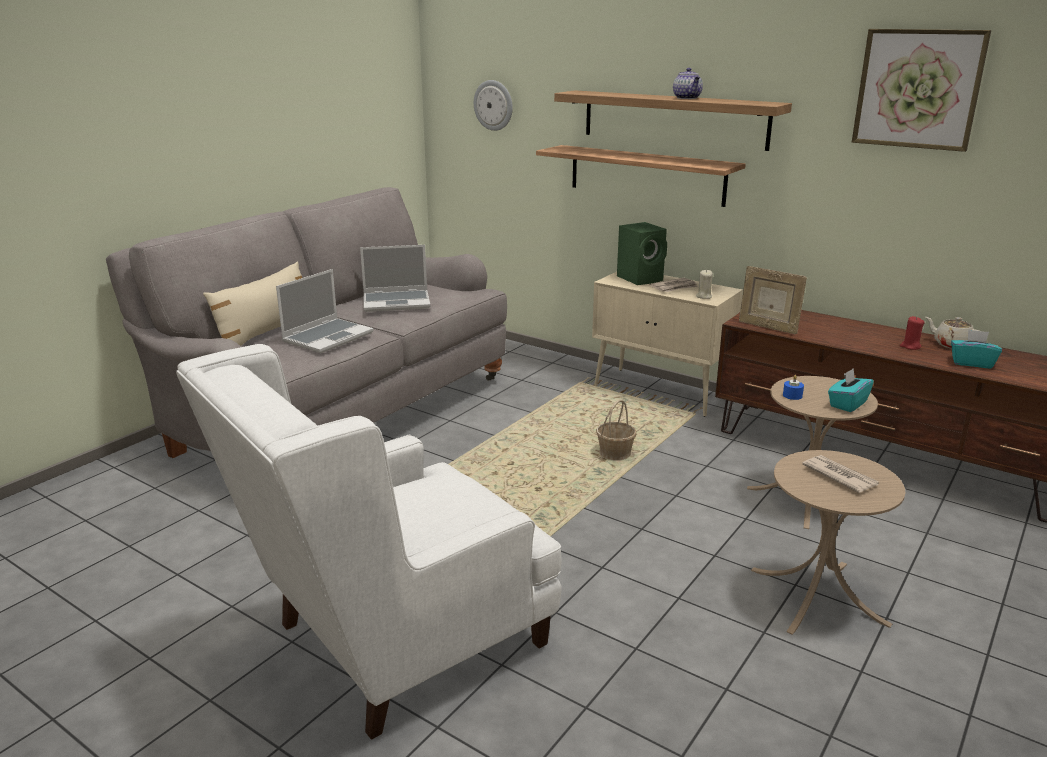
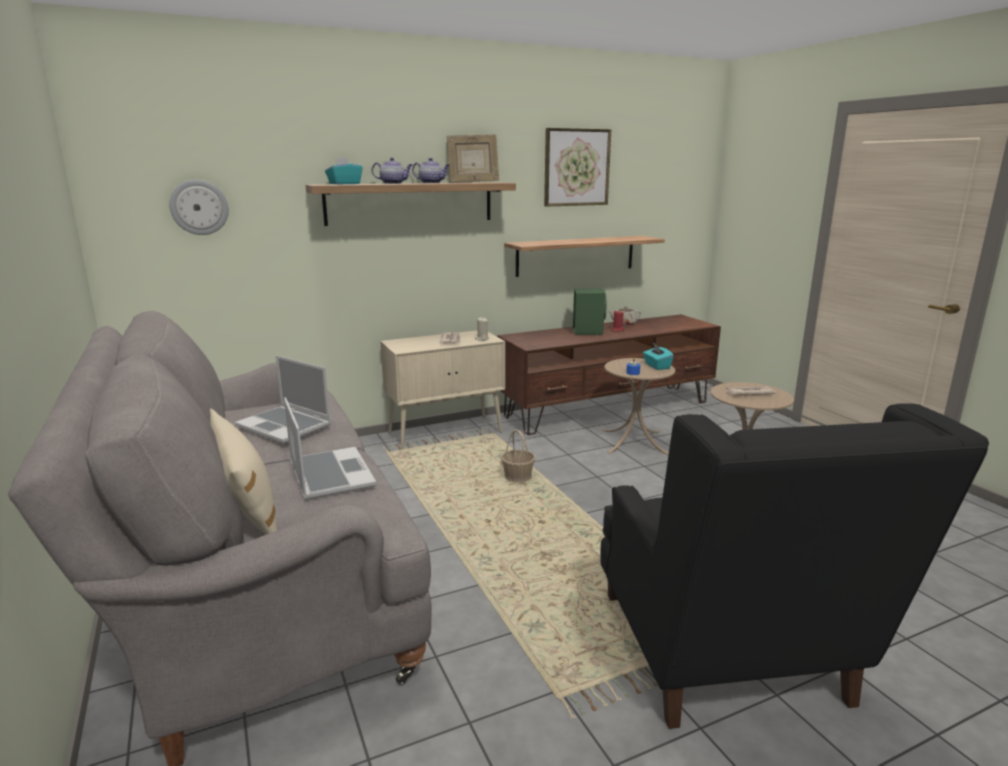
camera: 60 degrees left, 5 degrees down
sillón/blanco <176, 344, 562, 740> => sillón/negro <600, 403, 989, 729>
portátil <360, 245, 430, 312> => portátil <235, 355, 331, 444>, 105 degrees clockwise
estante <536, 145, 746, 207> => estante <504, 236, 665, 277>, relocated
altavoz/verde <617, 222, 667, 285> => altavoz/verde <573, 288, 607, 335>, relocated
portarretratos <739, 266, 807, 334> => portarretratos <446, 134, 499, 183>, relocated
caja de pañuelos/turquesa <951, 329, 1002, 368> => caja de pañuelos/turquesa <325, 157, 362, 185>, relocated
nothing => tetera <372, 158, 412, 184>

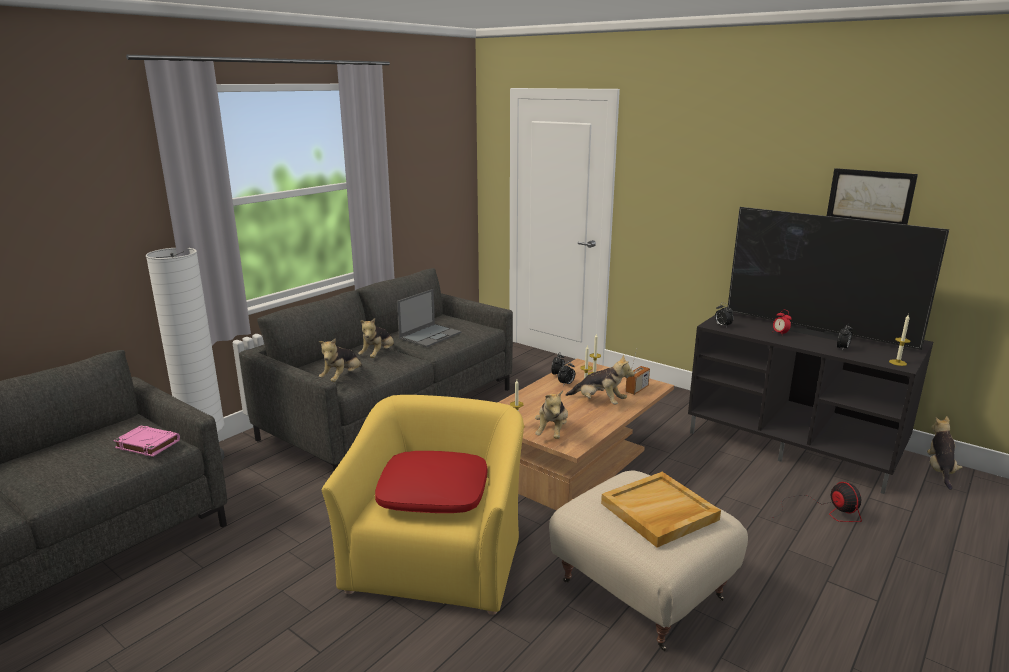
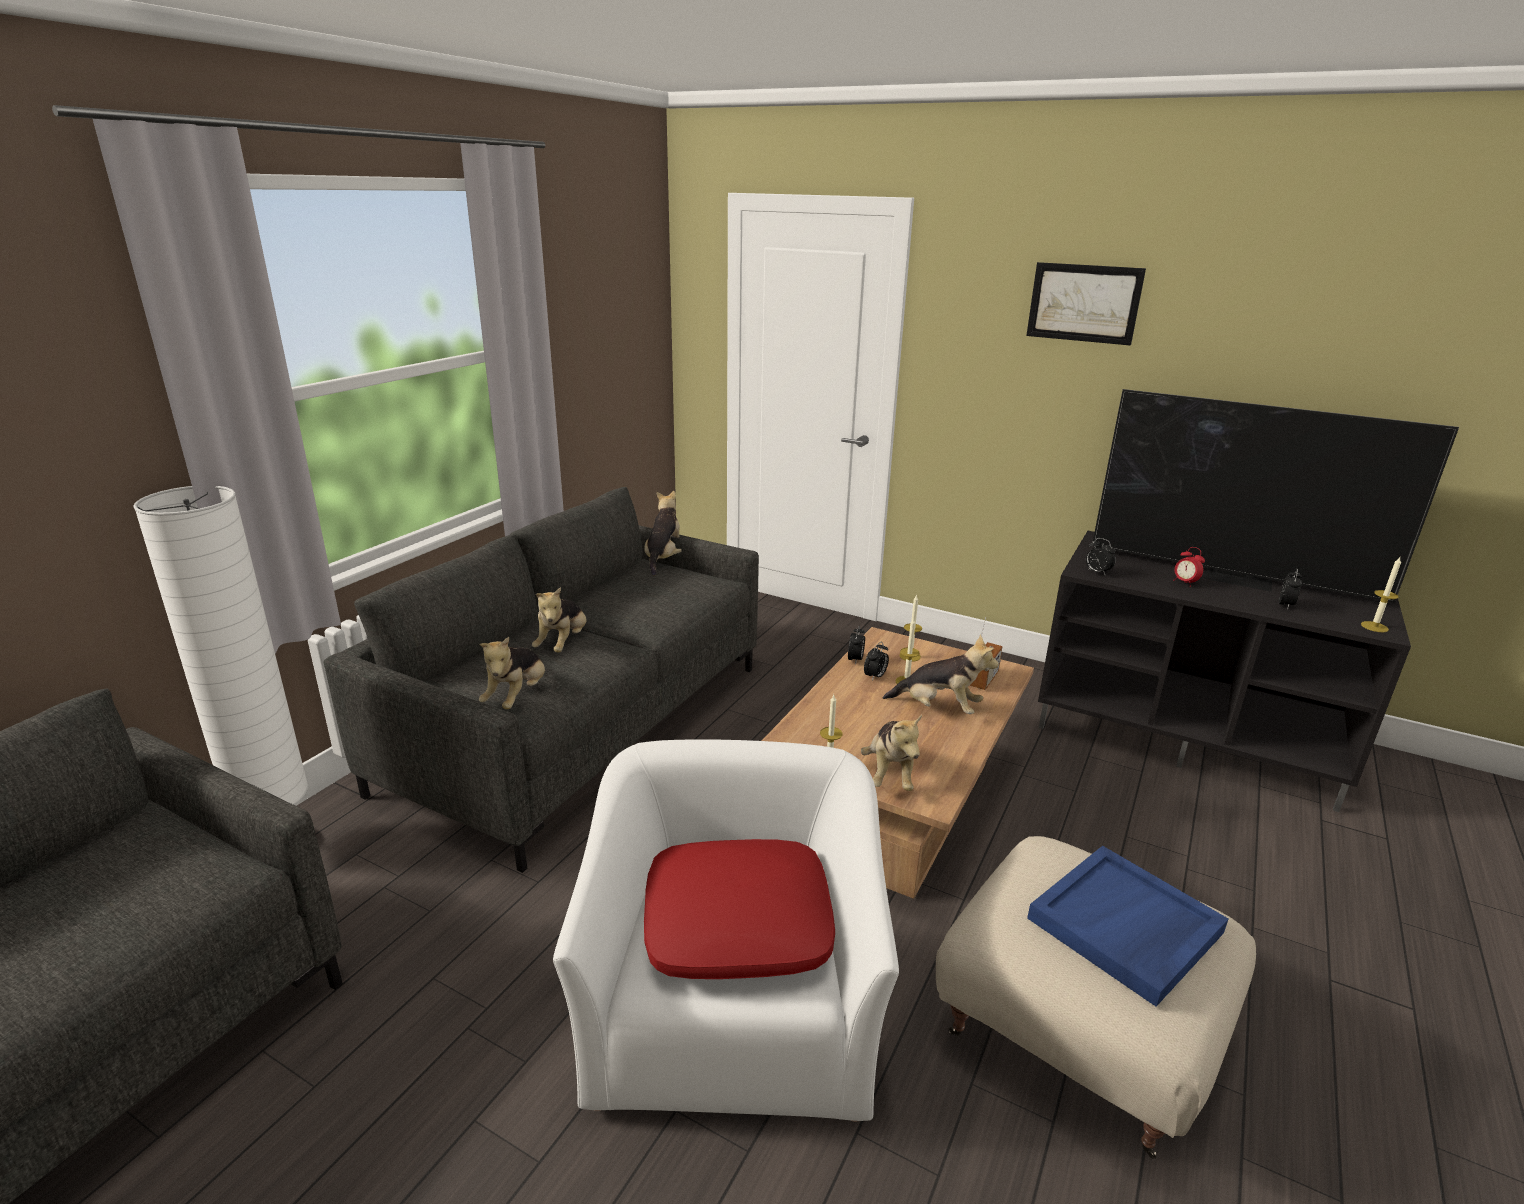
camera: 10 degrees left, 5 degrees up
libro/rosa <113, 425, 180, 457> => nothing
sillón/amarillo <322, 395, 524, 615> => sillón/blanco <553, 739, 899, 1122>
portátil <397, 289, 461, 347> => nothing
bandeja/beis <601, 472, 721, 548> => bandeja/azul <1027, 846, 1228, 1007>
ventilador <772, 482, 862, 522> => nothing
cuadro <827, 168, 918, 225> => cuadro <1026, 262, 1146, 346>, relocated
peluche <927, 416, 963, 490> => peluche <644, 491, 682, 576>, relocated

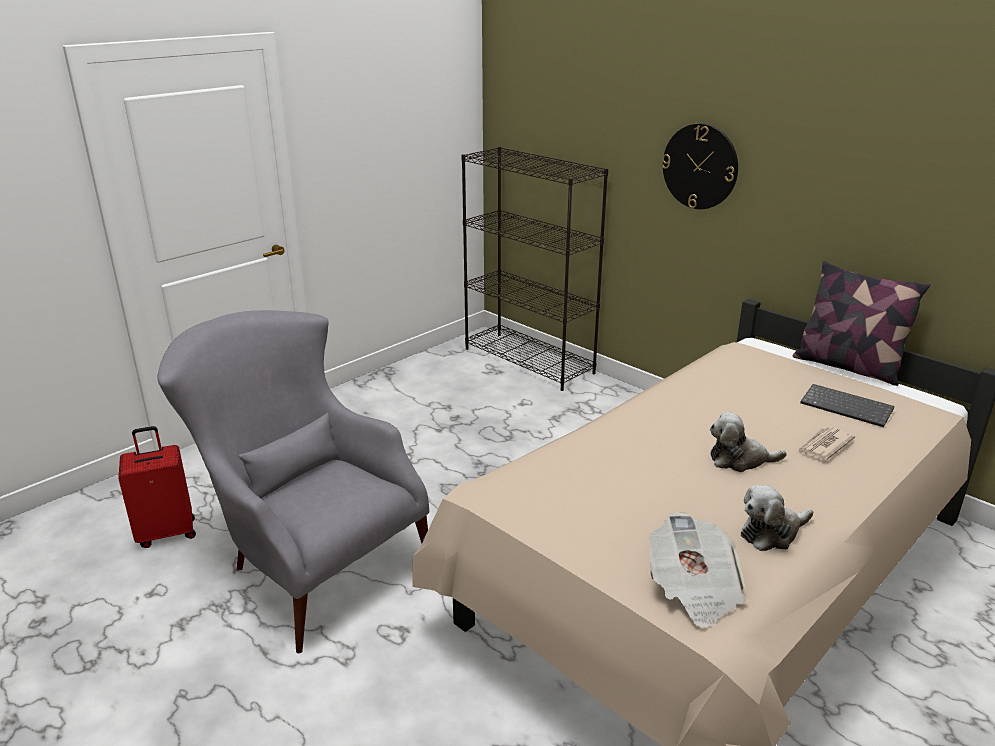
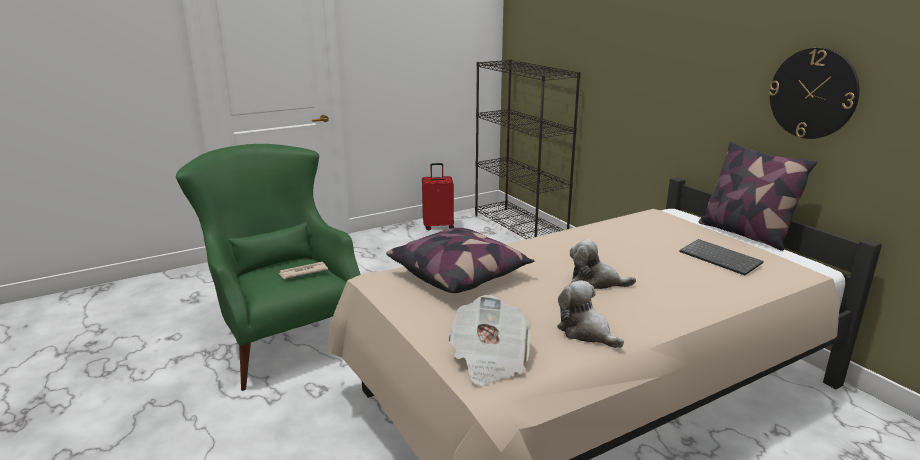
camera: 15 degrees right, 5 degrees down
maleta/rojo <118, 426, 196, 548> => maleta/rojo <422, 163, 454, 230>, relocated
sillón/gris <158, 310, 429, 653> => sillón/verde <176, 144, 361, 391>
reloj de pared <662, 123, 738, 209> => reloj de pared <769, 48, 860, 139>, relocated
peluche <741, 485, 813, 551> => peluche <557, 280, 624, 348>, 60 degrees clockwise
periódico <797, 427, 855, 460> => periódico <278, 262, 328, 279>, relocated
nothing => cojín <386, 228, 535, 293>

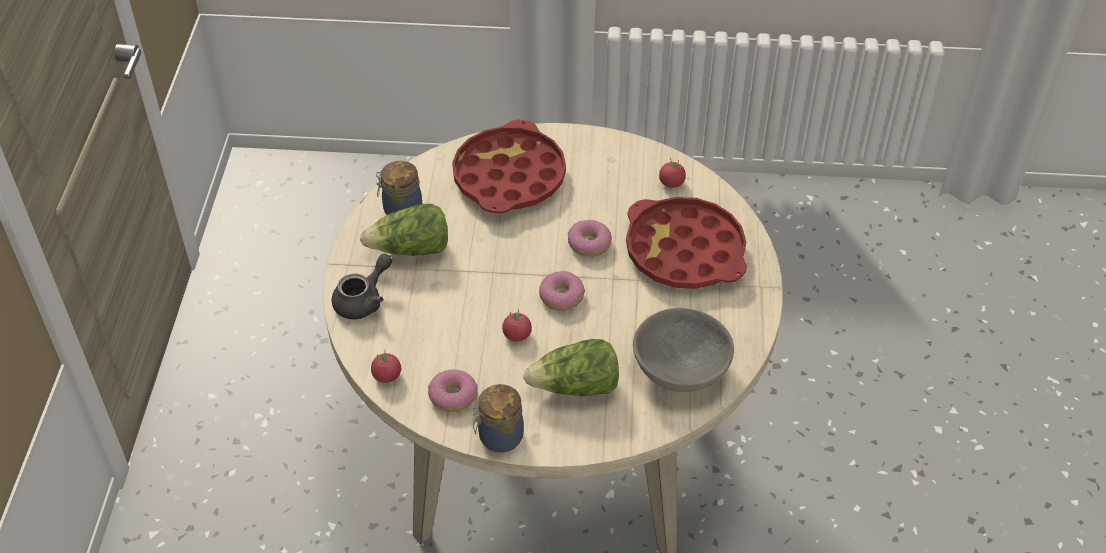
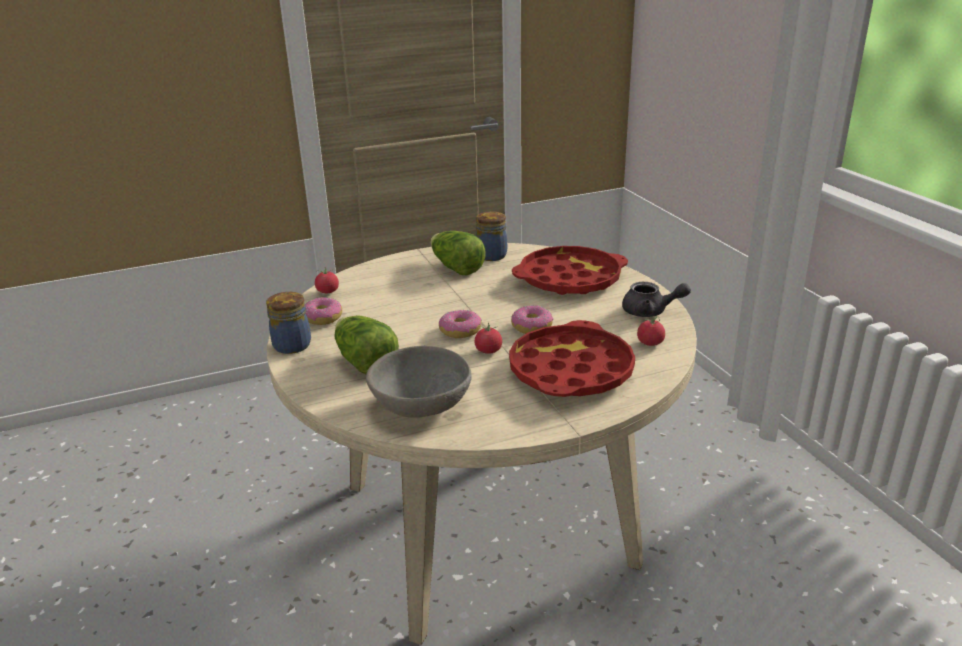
camera: 65 degrees right, 20 degrees down
tetera/gris <332, 254, 392, 319> => tetera/gris <622, 282, 691, 317>, relocated
tomate <502, 310, 532, 342> => tomate <475, 322, 502, 354>, relocated

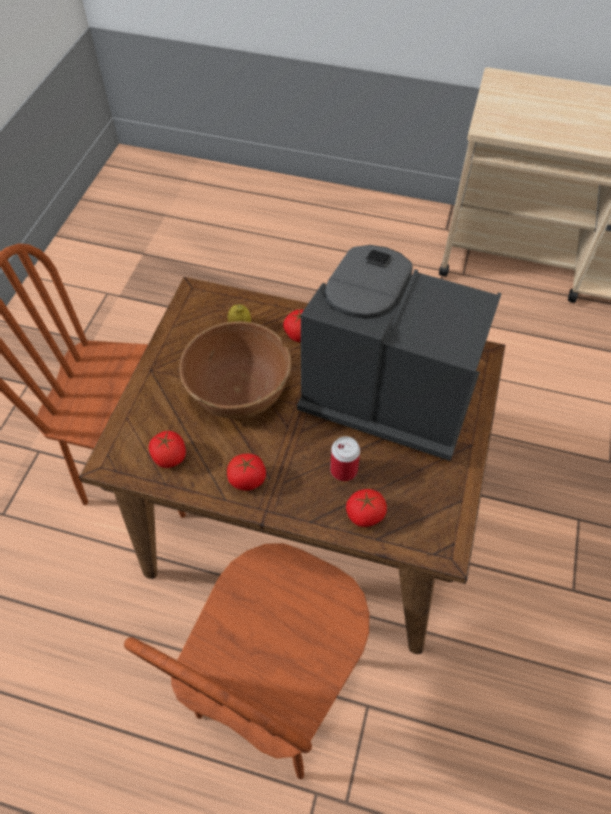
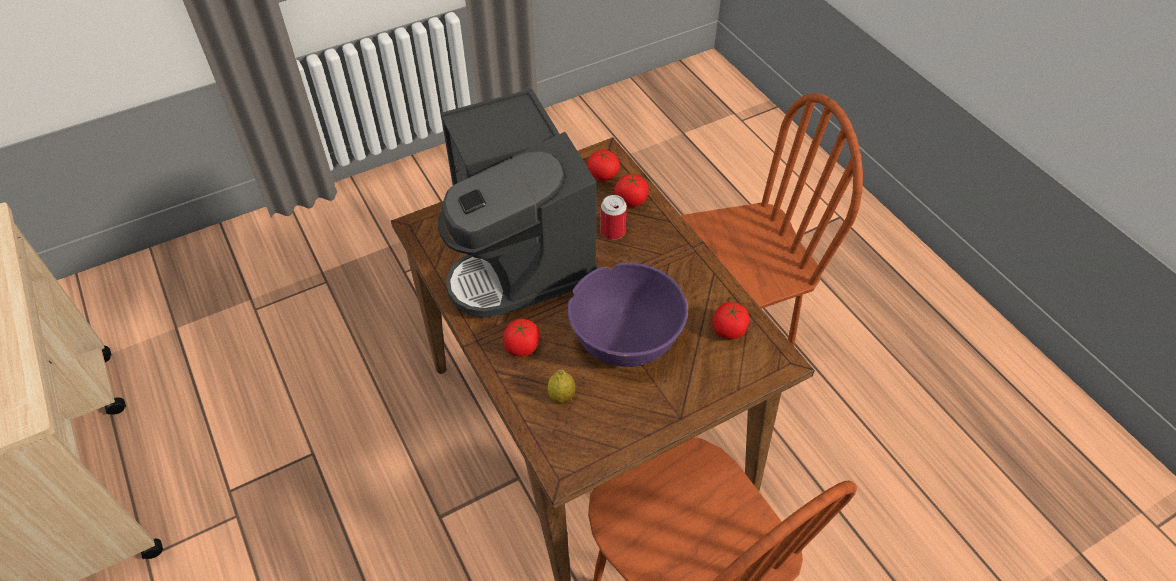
camera: 135 degrees left, 5 degrees down
cuenco/marrón <179, 321, 291, 419> => cuenco/morado <567, 262, 688, 367>
tomate <227, 454, 266, 491> => tomate <587, 149, 620, 181>, relocated

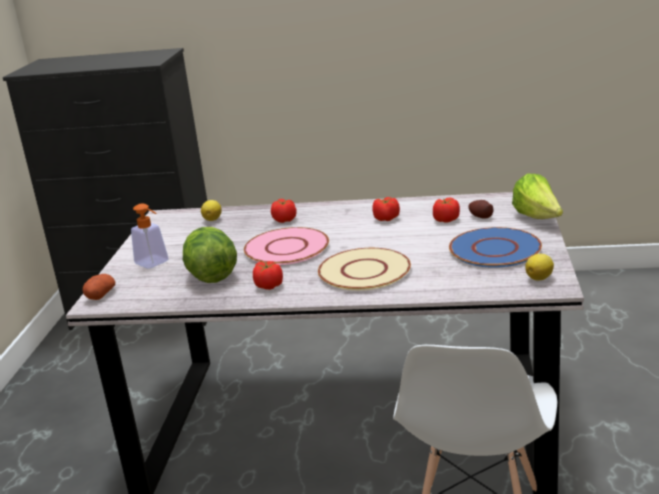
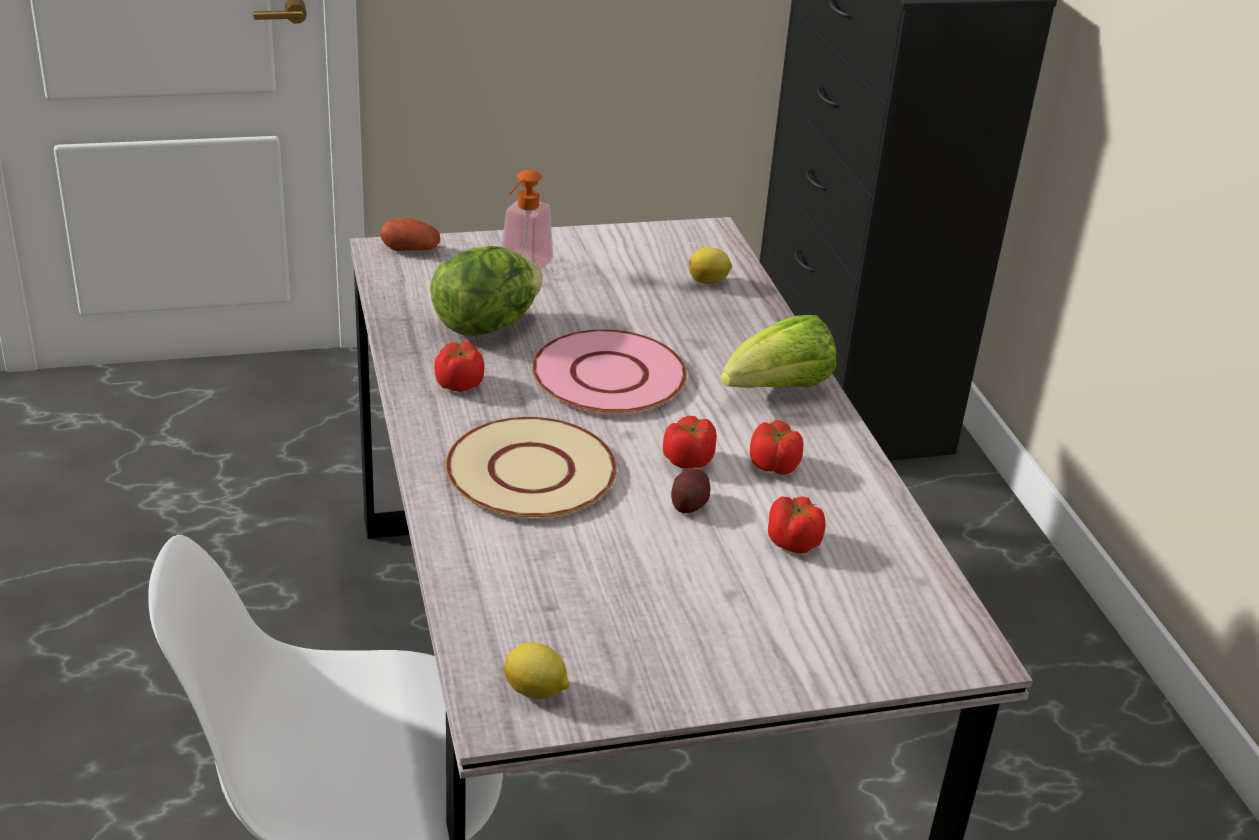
camera: 65 degrees right, 10 degrees up
tomate <271, 199, 297, 223> => tomate <663, 416, 717, 468>, relocated
plato/azul <449, 227, 542, 268> => nothing
patata <468, 200, 494, 219> => patata <671, 468, 711, 513>, relocated
lechuga <512, 174, 563, 219> => lechuga <721, 315, 837, 388>, relocated

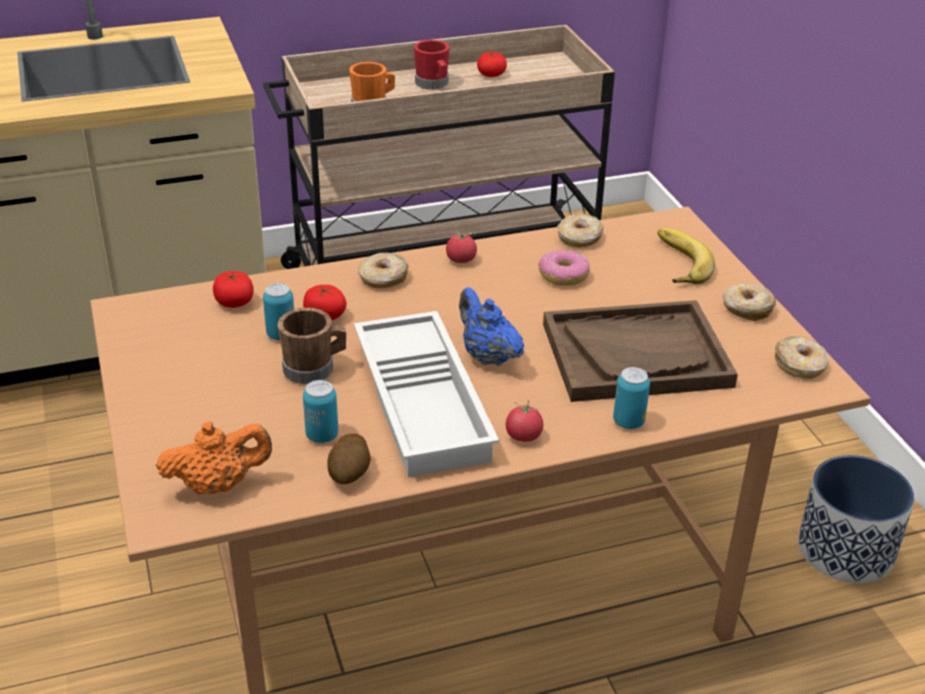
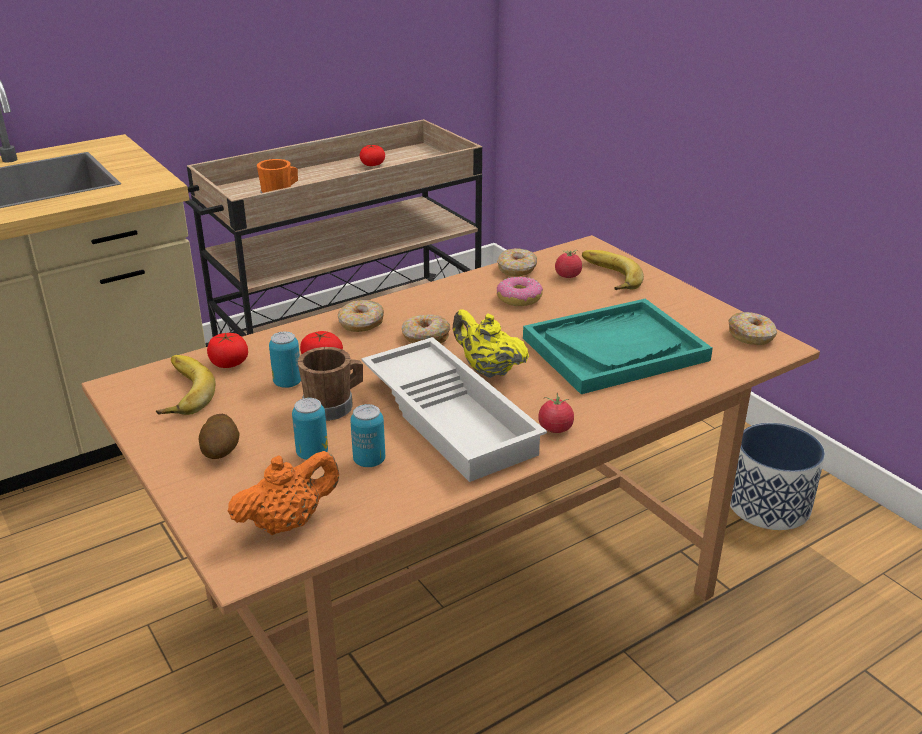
camera: 15 degrees left, 5 degrees down
patata <328, 433, 371, 484> => patata <199, 414, 240, 459>, relocated
taza grande/rojo <414, 40, 450, 90> => nothing
tomate <446, 231, 477, 263> => tomate <555, 250, 582, 278>, relocated
tetera/azul <459, 287, 524, 366> => tetera/amarillo <453, 309, 529, 378>
bandeja/marrón <543, 300, 738, 402> => bandeja/turquesa <523, 299, 713, 394>
lata <613, 367, 650, 429> => lata <292, 398, 328, 460>, relocated
rosquilla <723, 283, 776, 321> => rosquilla <402, 315, 450, 343>, relocated
nothing => plátano <156, 355, 215, 415>

